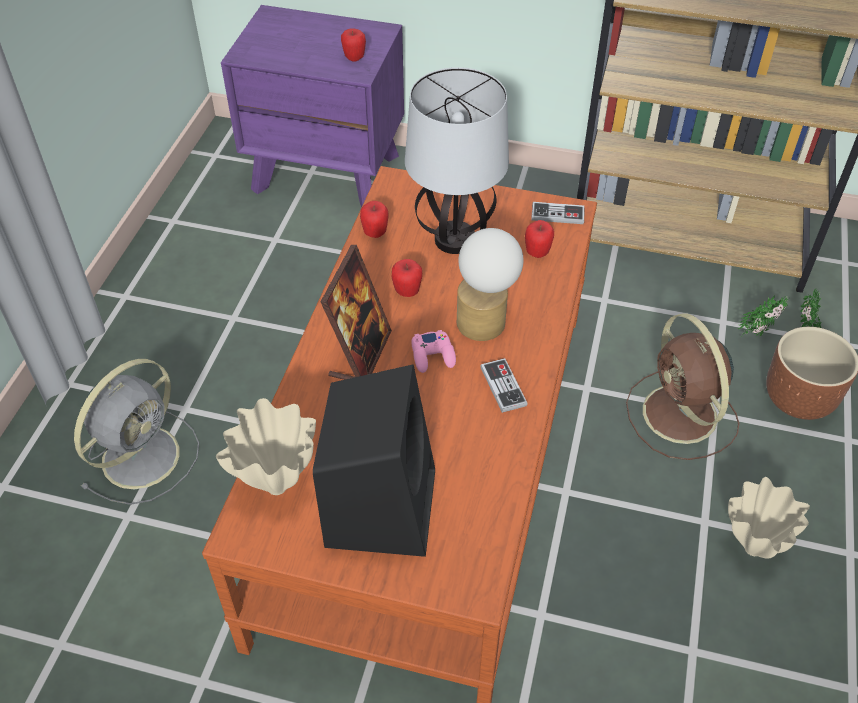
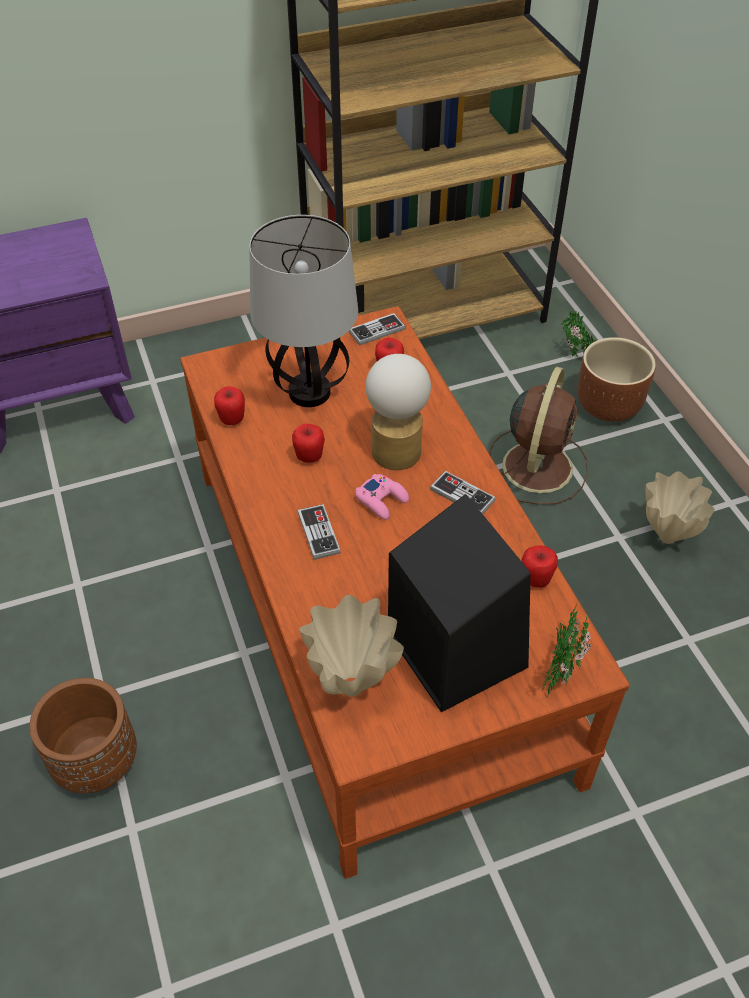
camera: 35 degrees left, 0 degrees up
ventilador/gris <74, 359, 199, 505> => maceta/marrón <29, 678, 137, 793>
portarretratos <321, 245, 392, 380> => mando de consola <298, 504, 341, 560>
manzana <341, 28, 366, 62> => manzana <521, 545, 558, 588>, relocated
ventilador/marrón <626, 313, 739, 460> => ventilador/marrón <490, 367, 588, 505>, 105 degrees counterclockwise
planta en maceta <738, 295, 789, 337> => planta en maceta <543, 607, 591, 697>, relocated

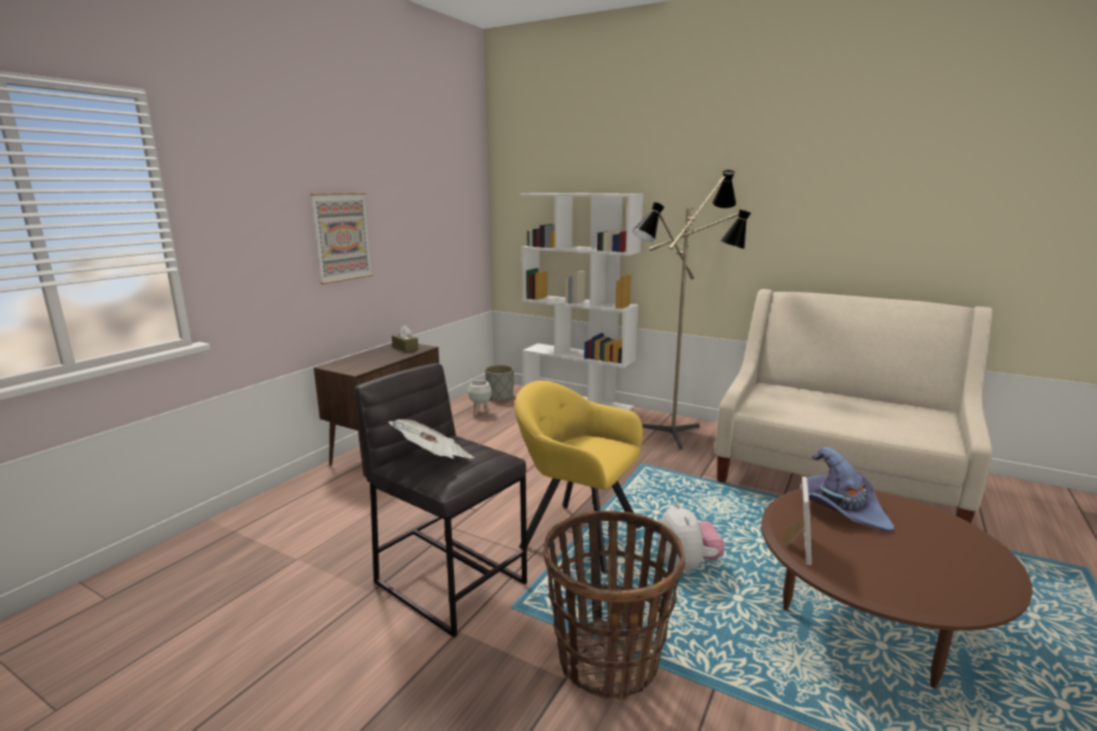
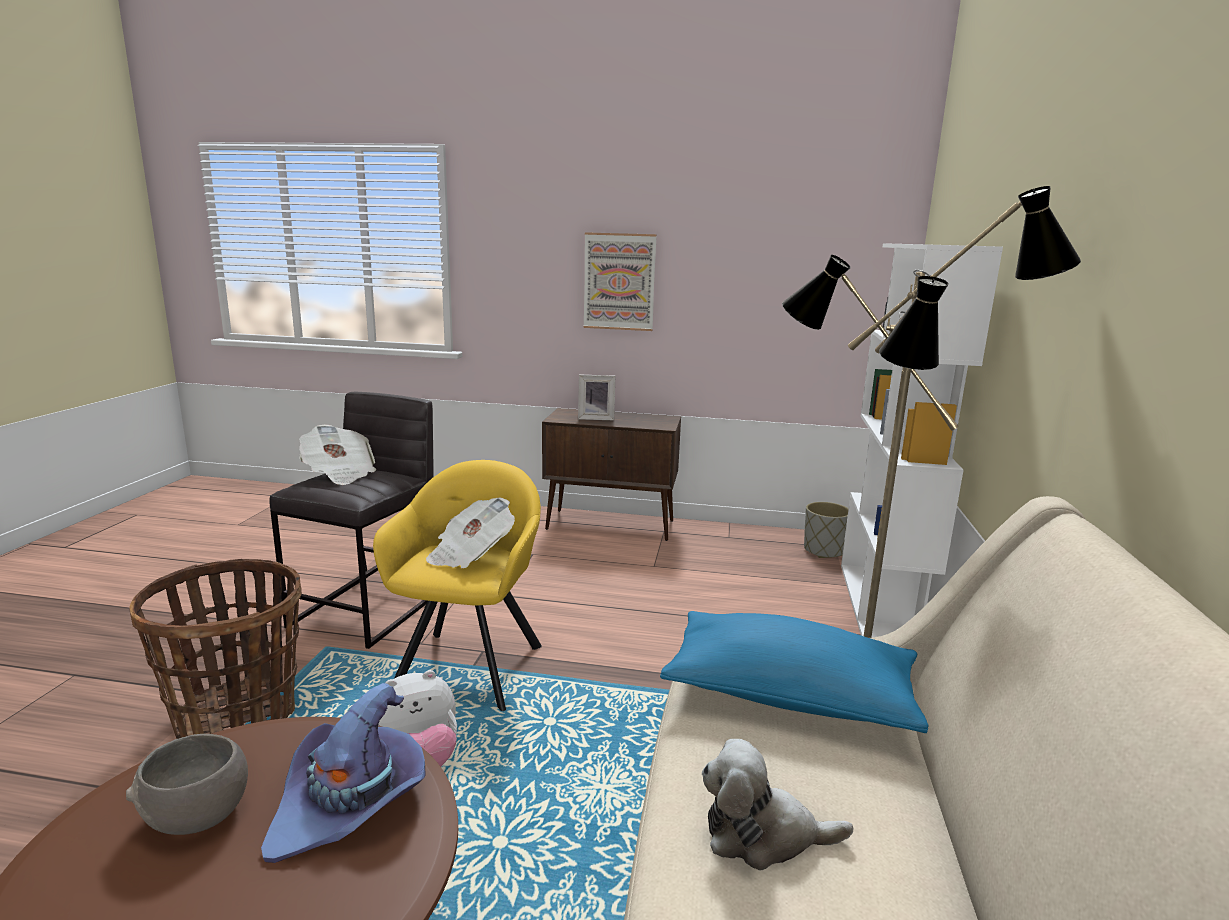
camera: 70 degrees right, 0 degrees up
caja de pañuelos/marrón <392, 325, 418, 352> => nothing
maceta/blanco <468, 380, 492, 416> => nothing
portarretratos <783, 476, 812, 565> => portarretratos <578, 375, 615, 420>, relocated
nothing => cuenco/gris <126, 734, 248, 835>
nothing => periódico <426, 498, 515, 568>
nothing => cojín/azul <660, 611, 929, 733>
nothing => peluche <702, 739, 853, 870>

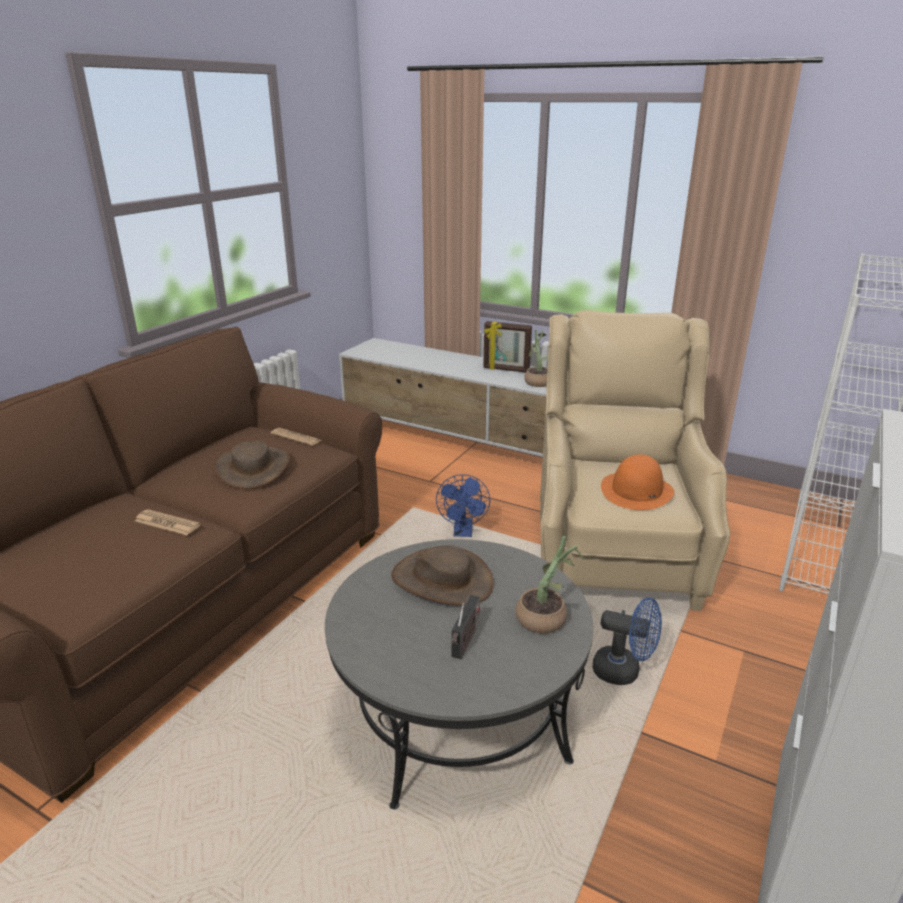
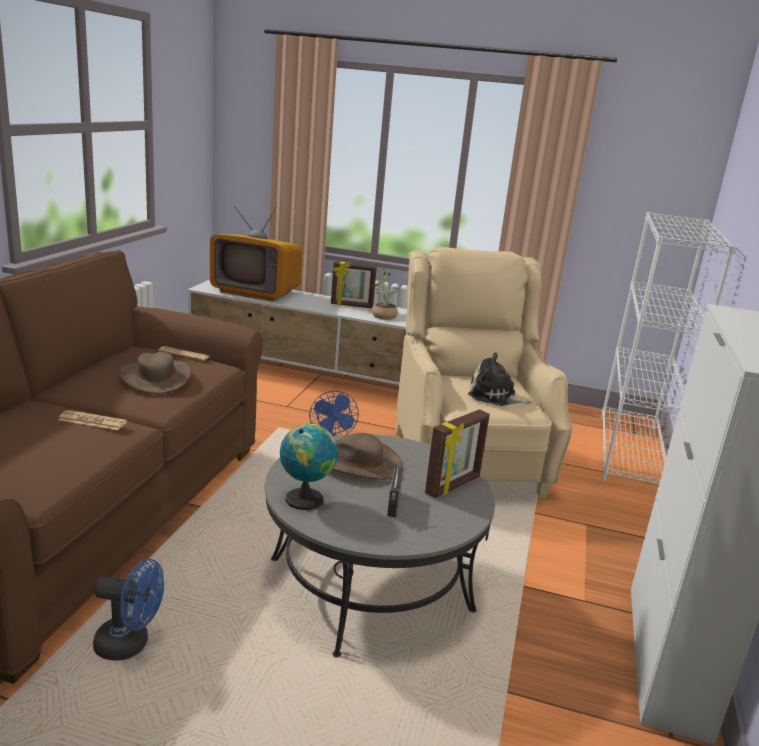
camera: 15 degrees left, 5 degrees down
planta en maceta <516, 536, 585, 634> => portarretratos <425, 409, 490, 498>
ventilador/azul <592, 597, 662, 685> => ventilador/azul <93, 559, 164, 660>, relocated
sombrero/naranja <601, 454, 674, 510> => peluche <468, 352, 532, 406>
nothing => televisor <210, 206, 302, 301>
nothing => globo terráqueo <280, 424, 338, 510>

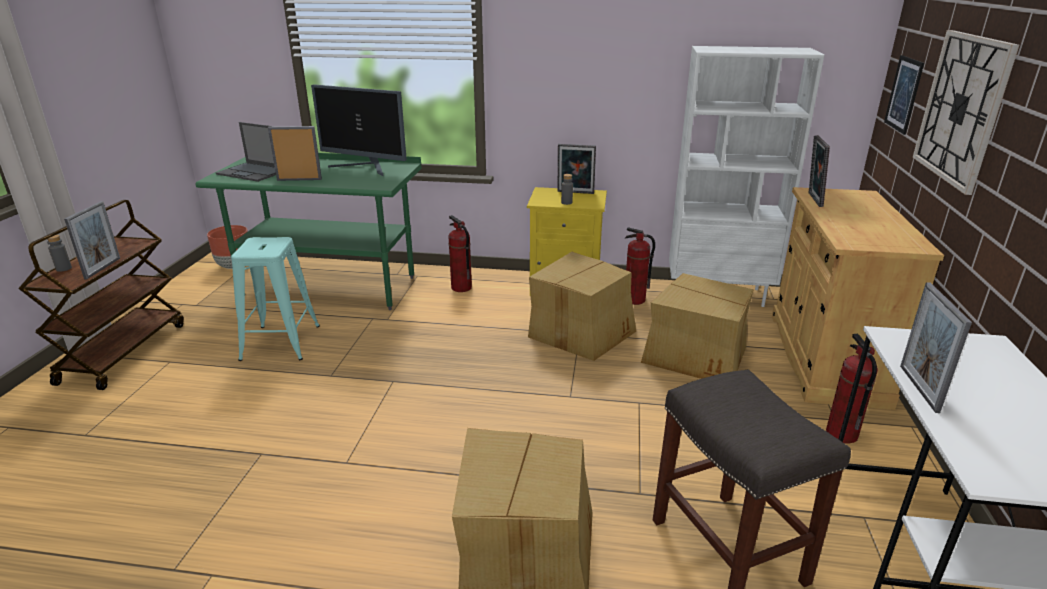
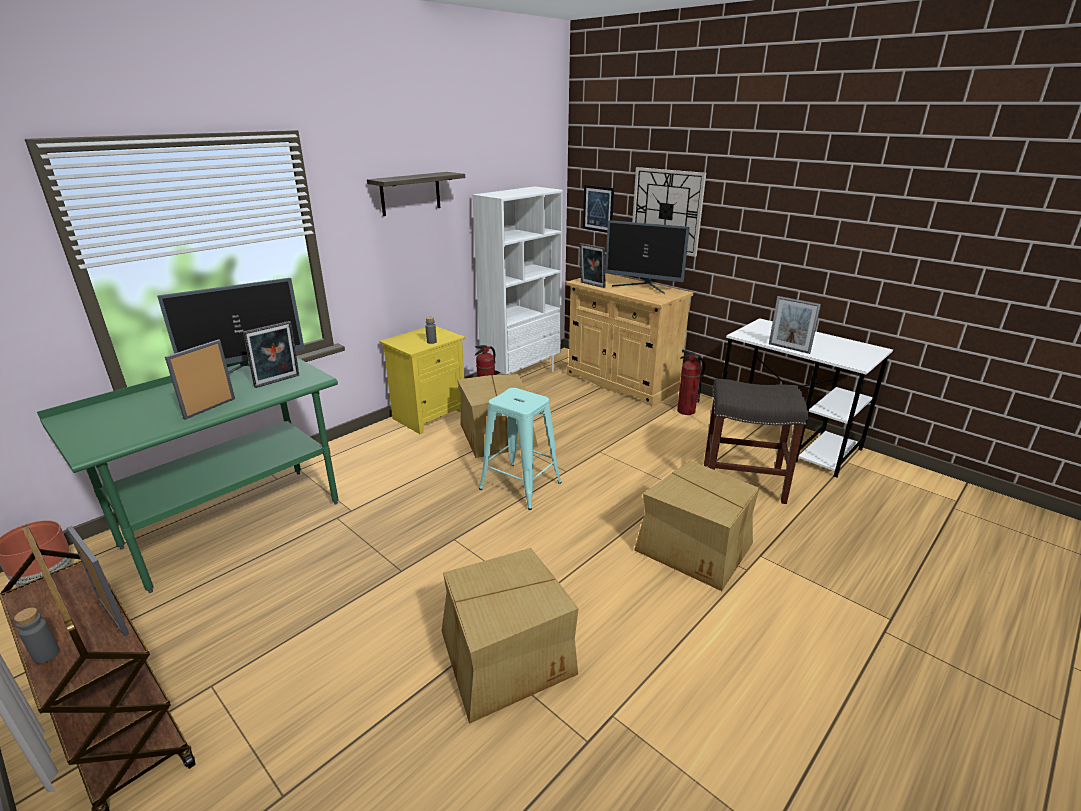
camera: 55 degrees left, 0 degrees up
portátil <216, 122, 276, 182> => nothing
taburete/turquesa <231, 237, 320, 361> => taburete/turquesa <479, 388, 562, 510>, relocated
extintor <448, 215, 472, 292> => nothing
portarretratos <558, 144, 596, 194> => portarretratos <243, 321, 299, 388>, relocated
caja de cartón <641, 273, 754, 379> => caja de cartón <441, 548, 579, 724>, relocated
nothing => estante <367, 172, 465, 216>
nothing => monitor <605, 220, 690, 294>

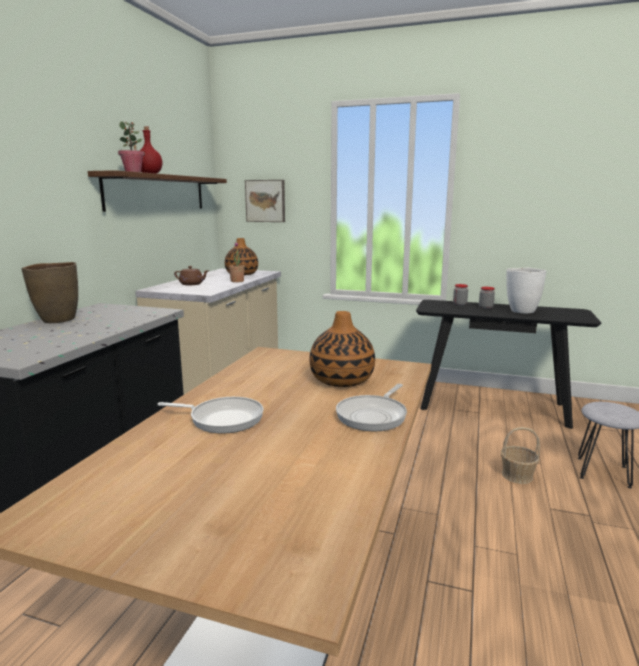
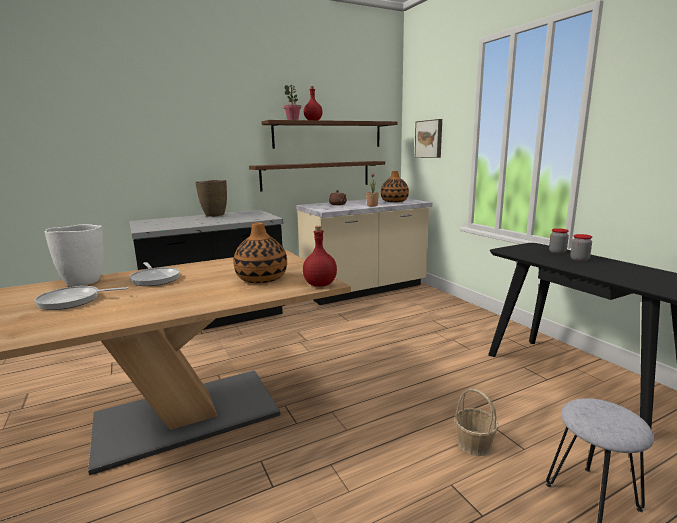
camera: 45 degrees right, 0 degrees up
sartén <336, 384, 407, 431> => sartén <34, 286, 129, 310>, relocated
florero/blanco <507, 268, 546, 313> => florero/blanco <45, 224, 104, 286>, relocated
nothing => estante <249, 161, 385, 192>
nothing => botella/rojo <303, 226, 337, 287>

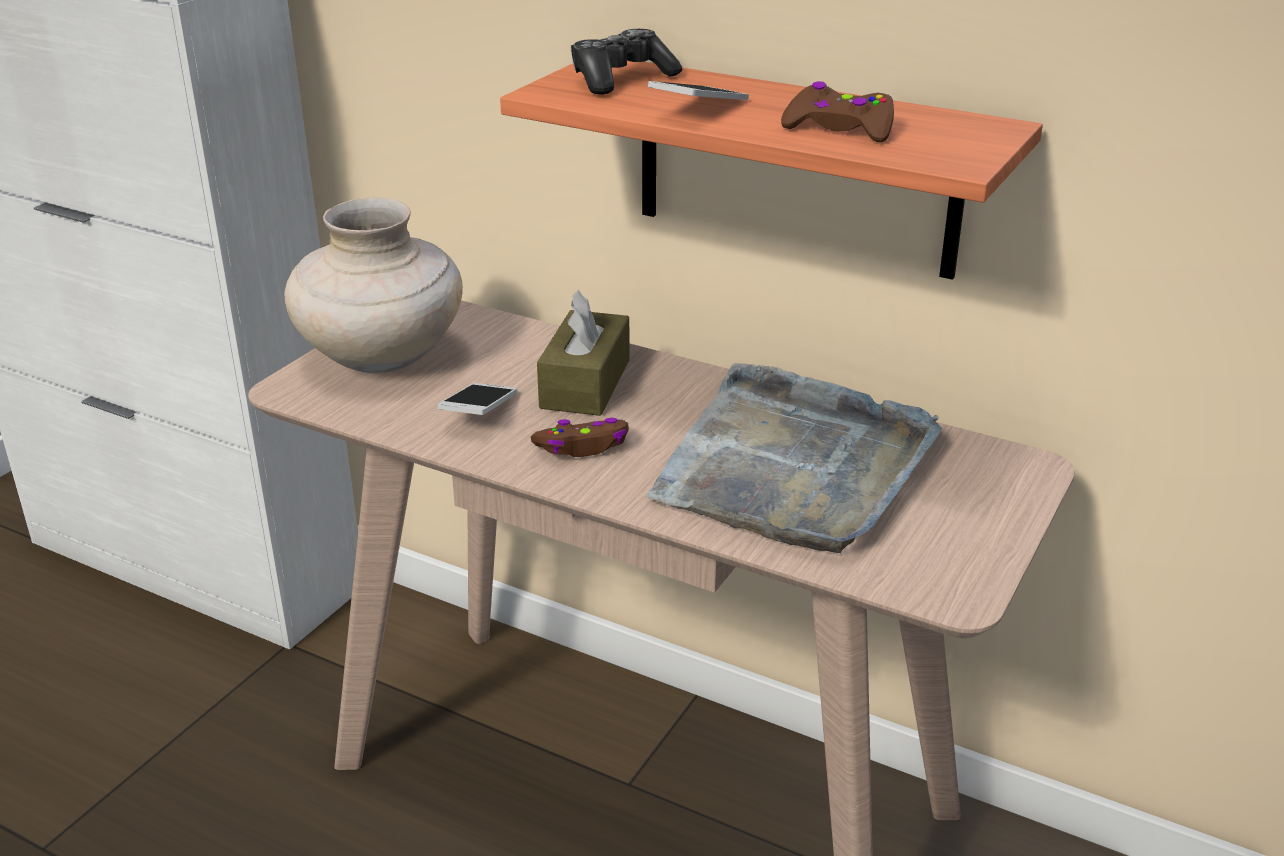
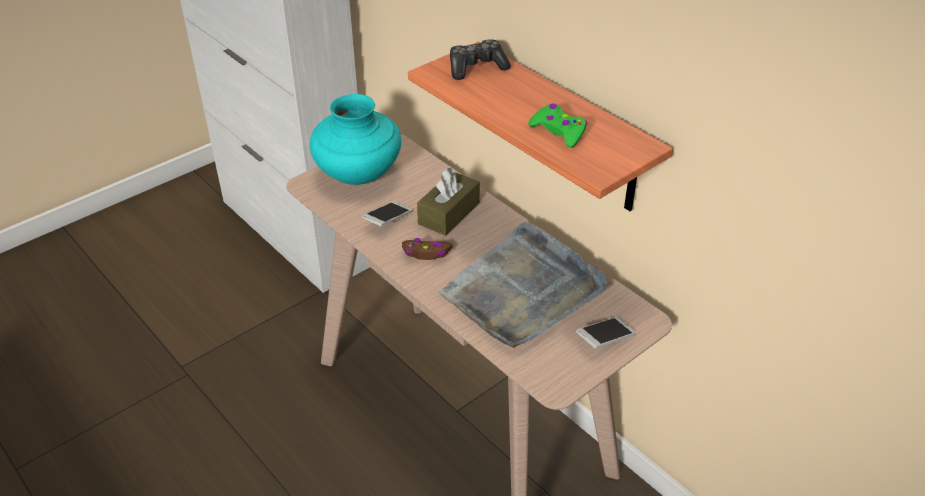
camera: 20 degrees right, 10 degrees up
florero/beis <284, 197, 463, 373> => florero/turquesa <310, 94, 401, 185>
móvil <648, 81, 749, 100> => móvil <576, 317, 637, 348>, relocated
mando de consola/marrón <781, 81, 894, 142> => mando de consola/verde <528, 103, 587, 148>

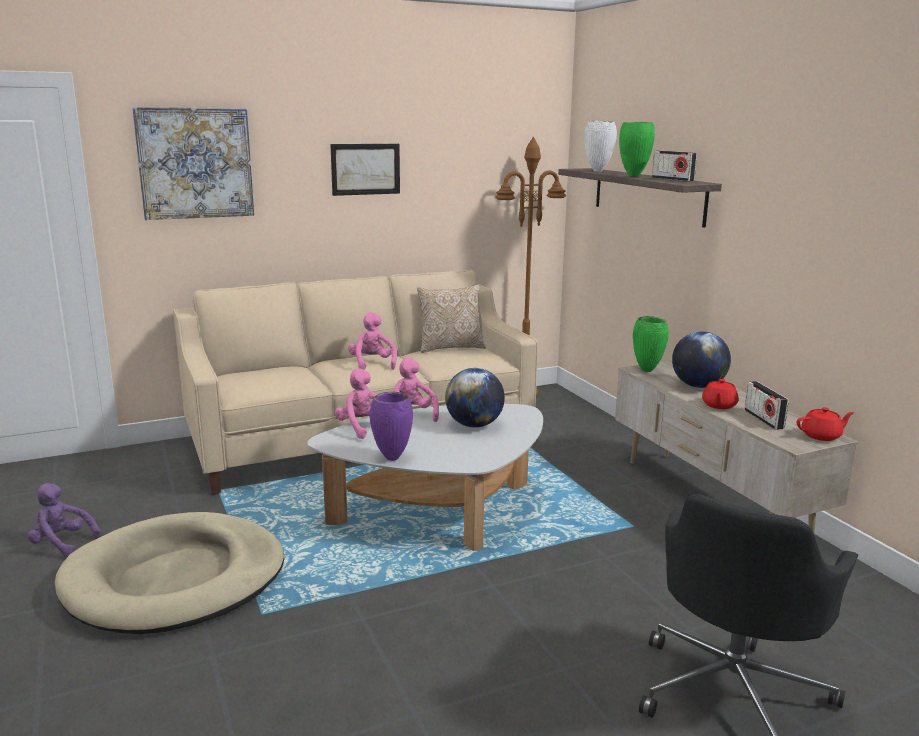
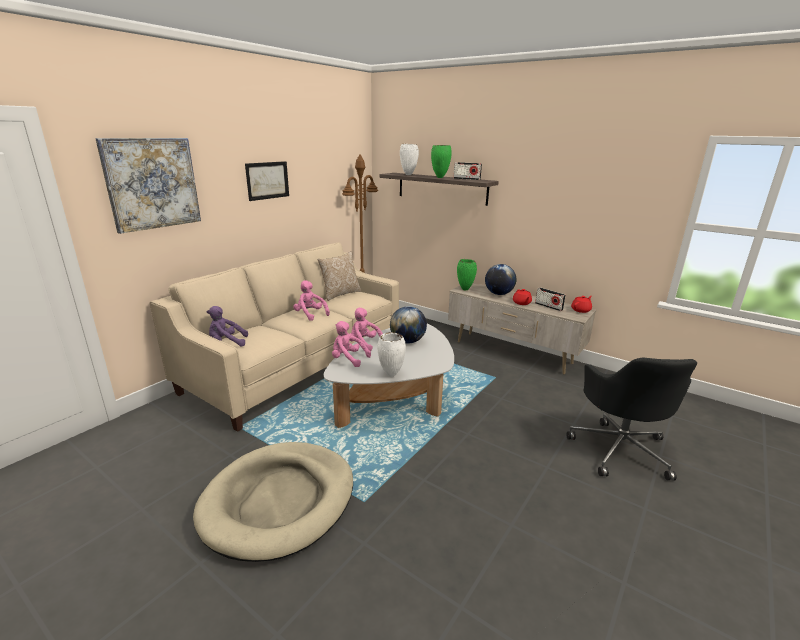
camera: 30 degrees left, 5 degrees up
peluche/morado <28, 483, 101, 557> => peluche/morado <207, 306, 248, 347>, relocated
florero/morado <370, 392, 413, 461> => florero/blanco <377, 332, 406, 377>

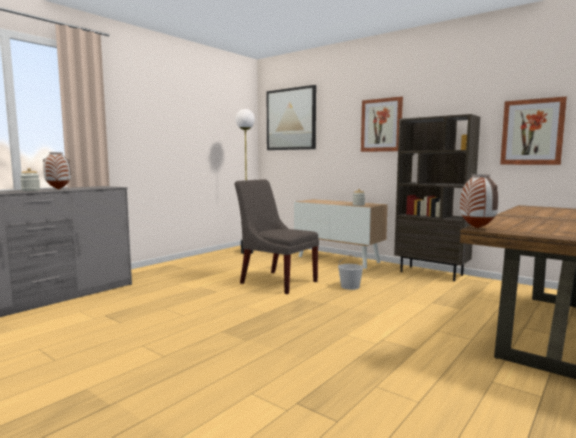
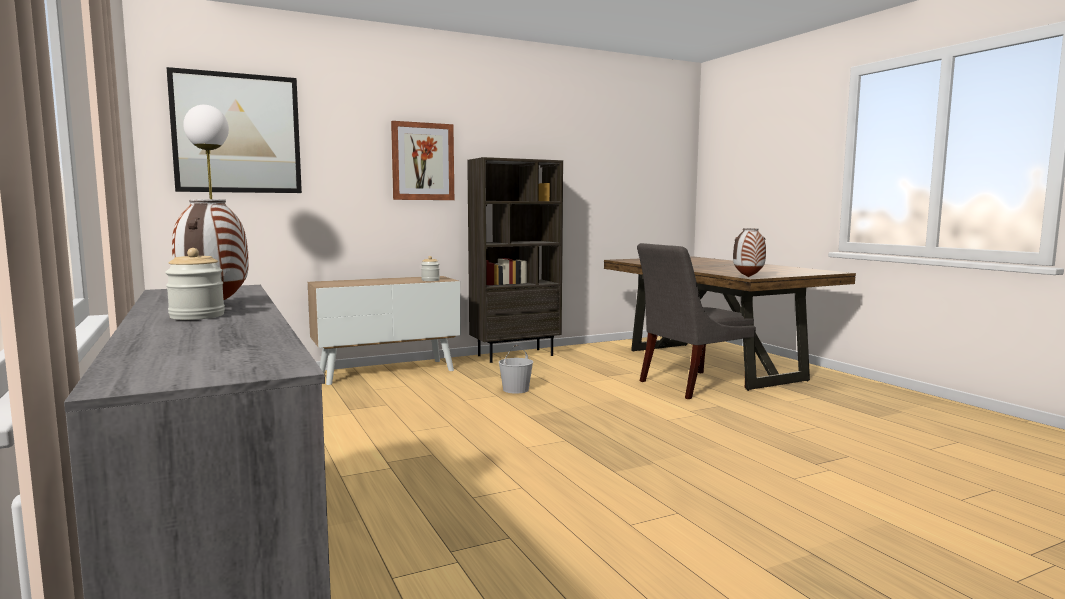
camera: 65 degrees left, 0 degrees up
silla/gris <235, 179, 319, 294> => silla/gris <637, 243, 756, 399>, relocated
cuadro <500, 97, 567, 165> => nothing

